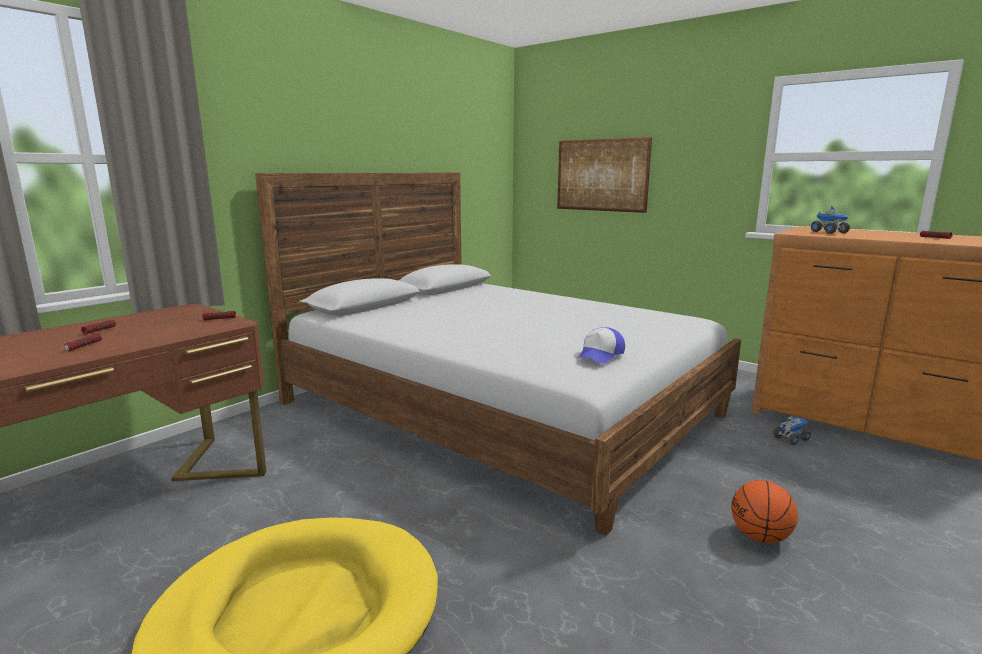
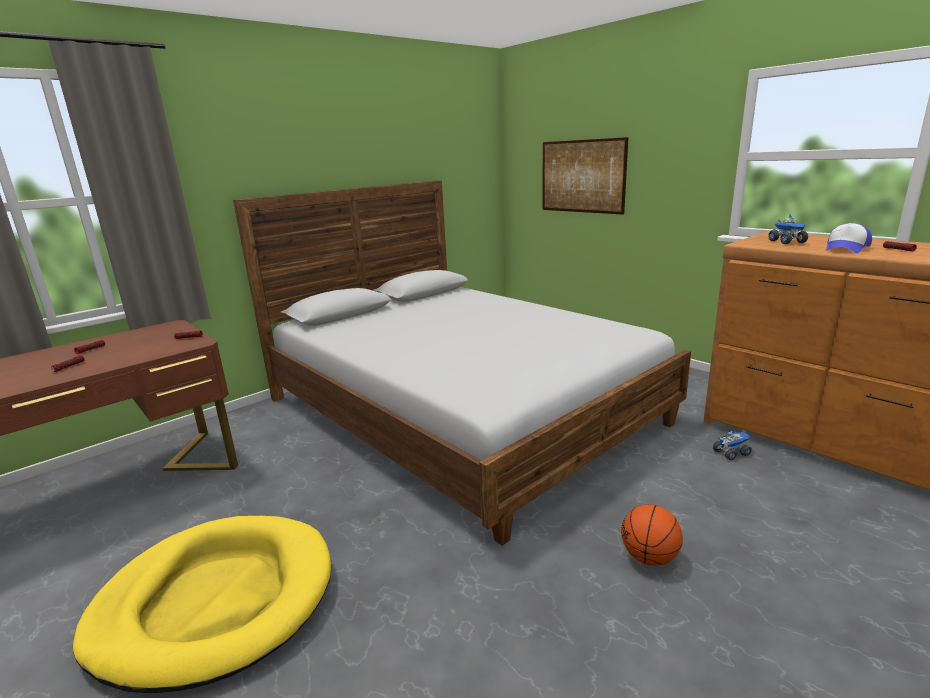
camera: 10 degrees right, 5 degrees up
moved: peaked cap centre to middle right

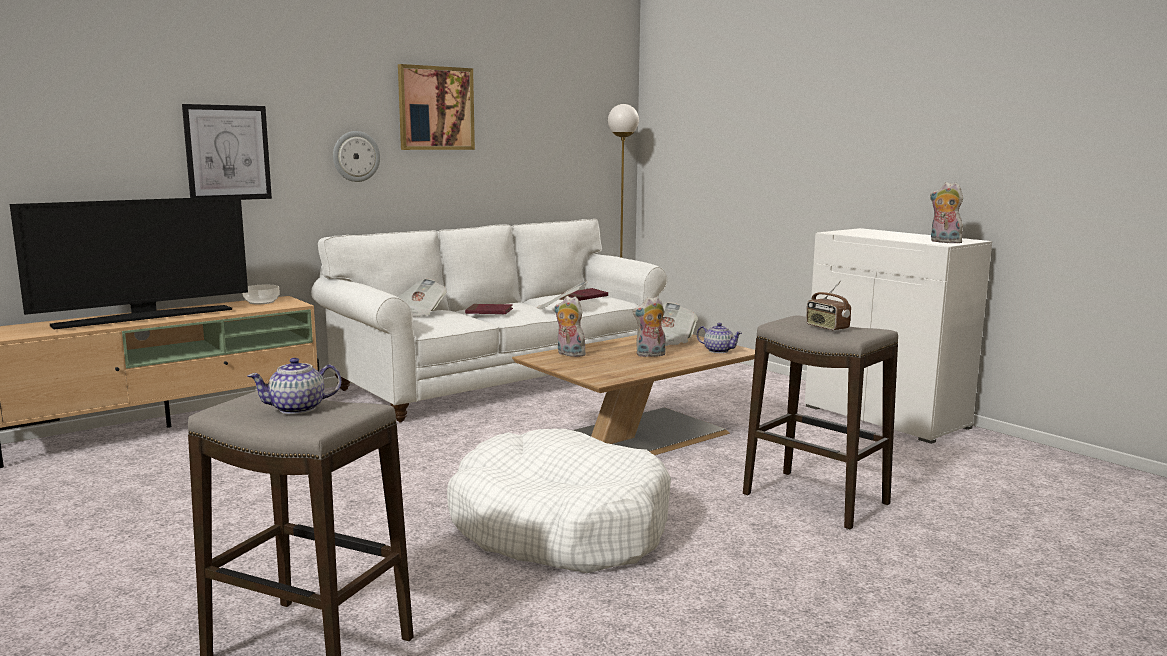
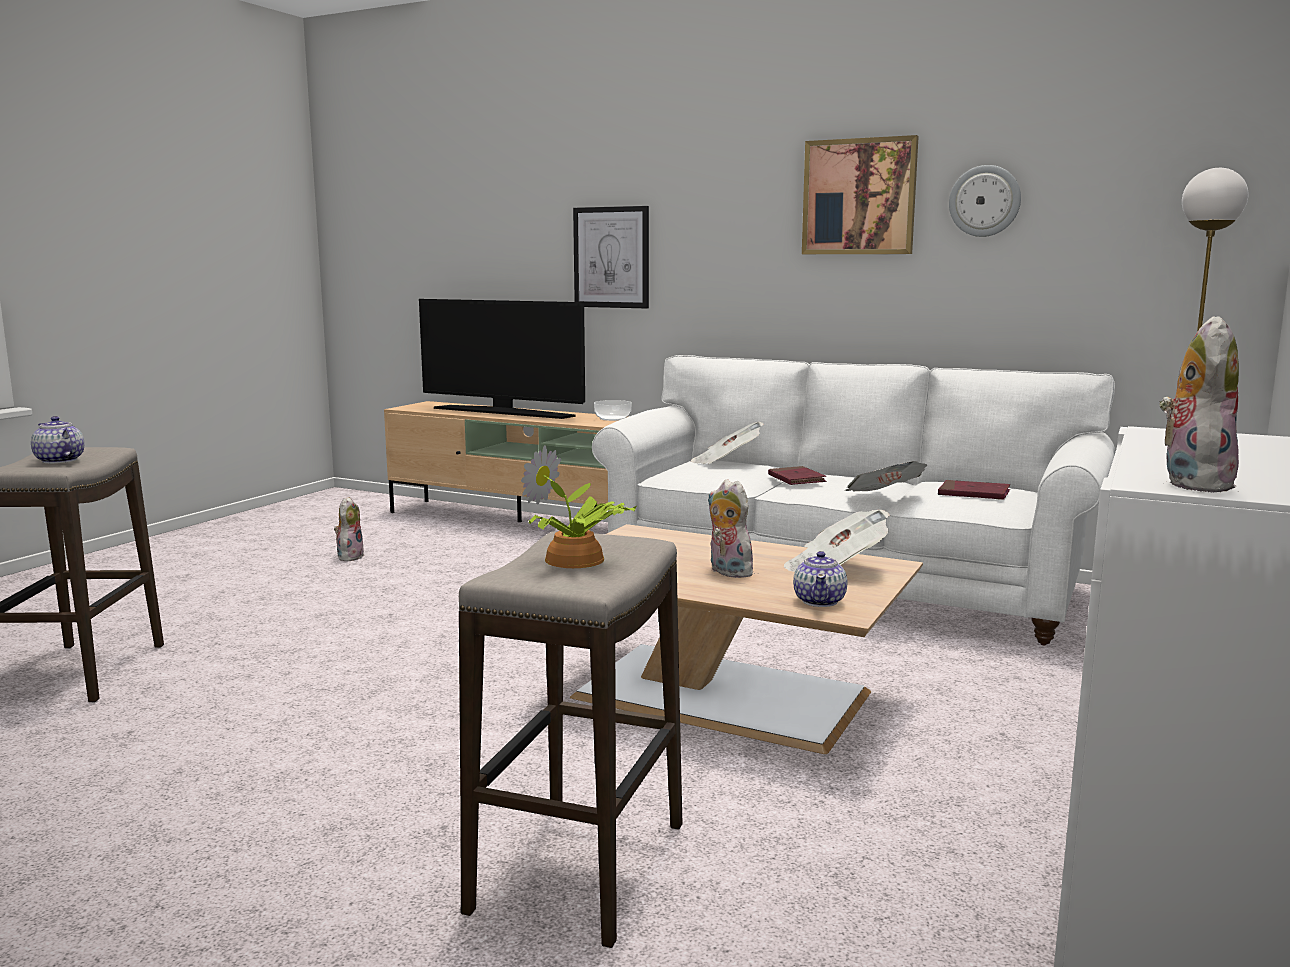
camera: 65 degrees right, 0 degrees up
removed: pet bed (white) bottom centre
moved: clock on the wall top left to top right; plush toy (1st from left) centre to middle left
replaced: radio middle right to houseplant centre

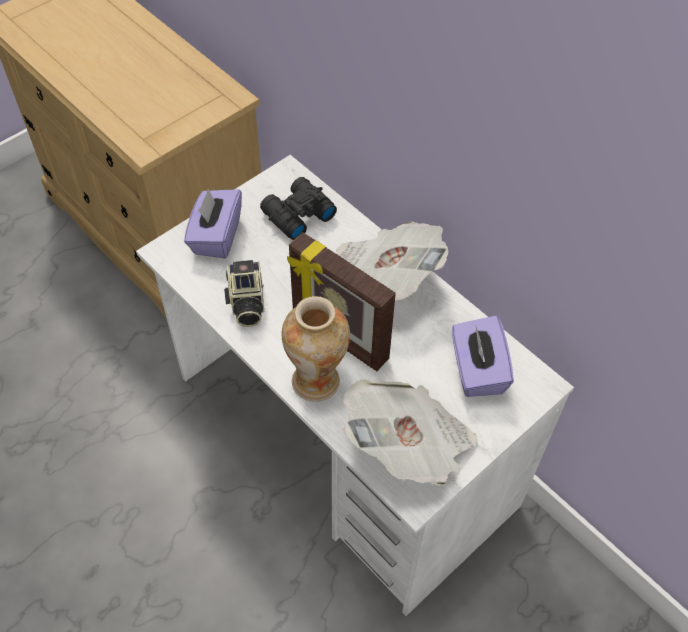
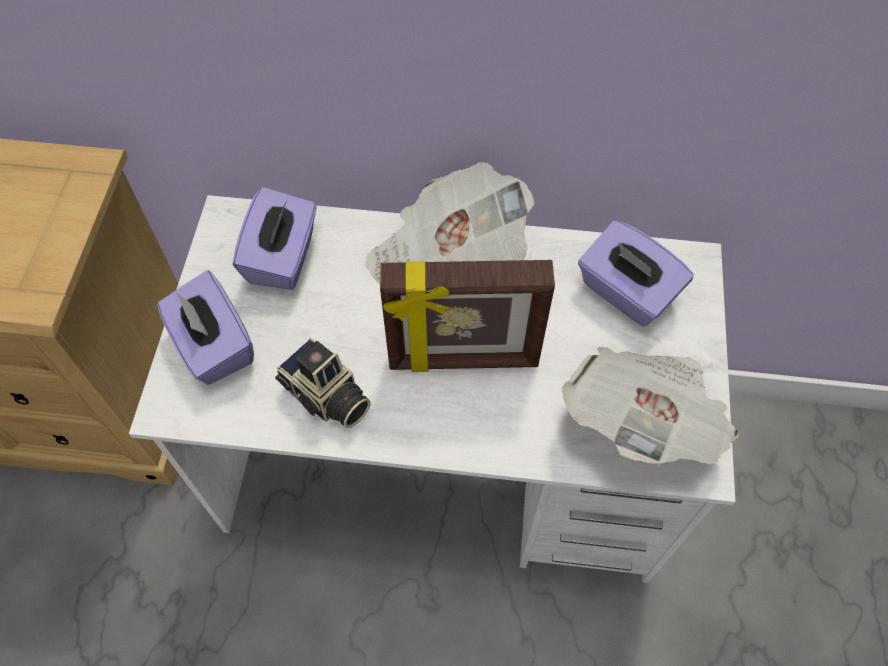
camera: 40 degrees left, 5 degrees up
removed: flower vase centre
replaced: pair of binoculars (black-coloured) top centre to tissue box (purple-coloured) (2nd from left) middle left

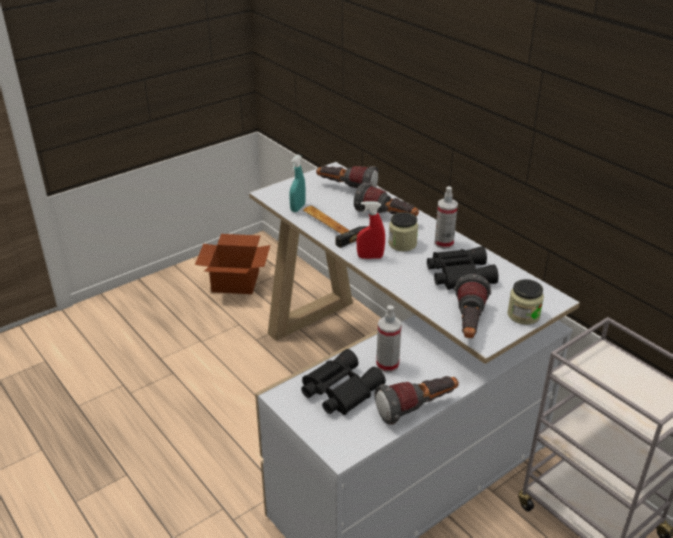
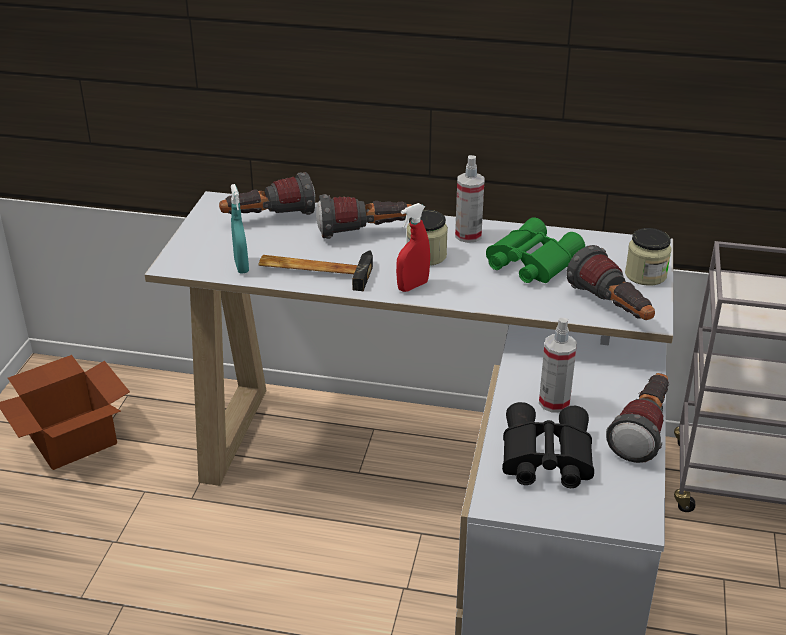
camera: 40 degrees left, 0 degrees up
recoloured: pair of binoculars (black-coloured) (2nd from left) middle right to pair of binoculars (green) middle right

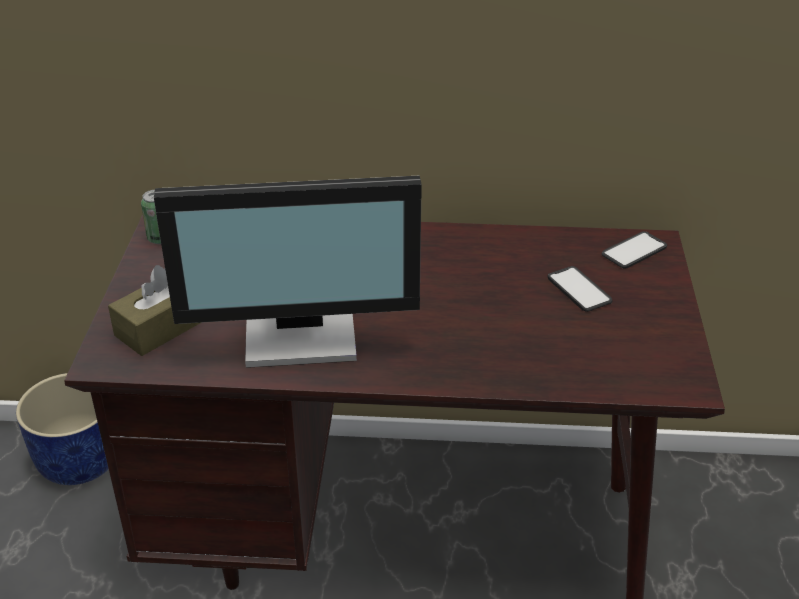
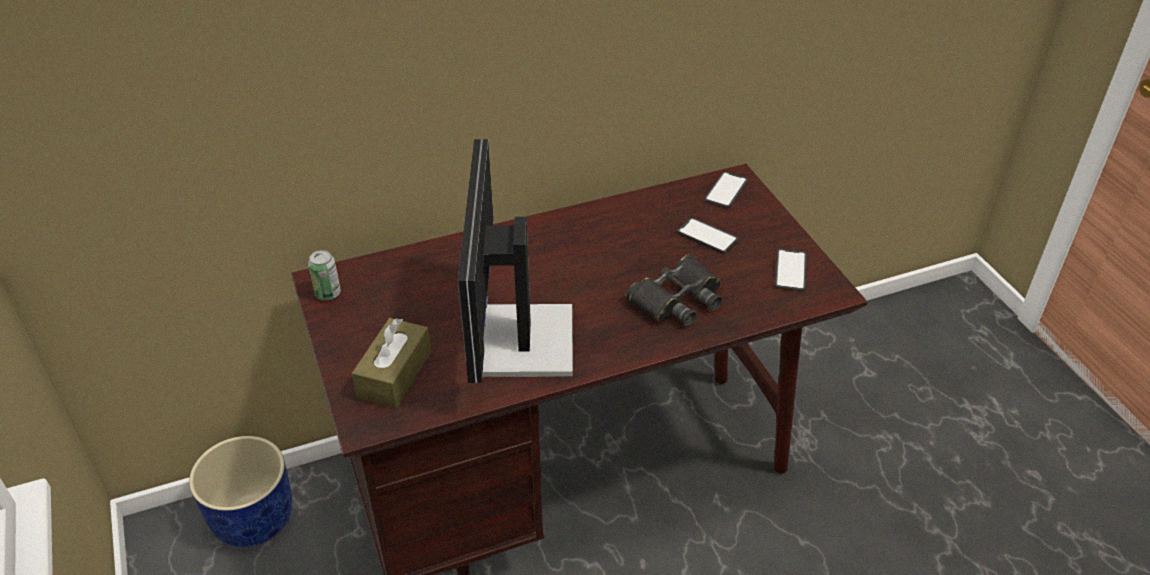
camera: 25 degrees left, 5 degrees up
added: pair of binoculars (black-coloured) centre; telephone (3rd from left) middle right
turned: computer display centre = centre 120 degrees clockwise

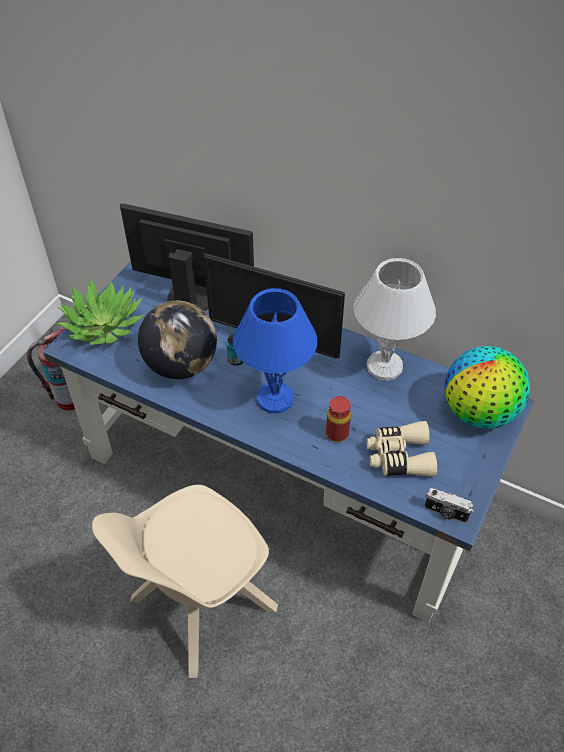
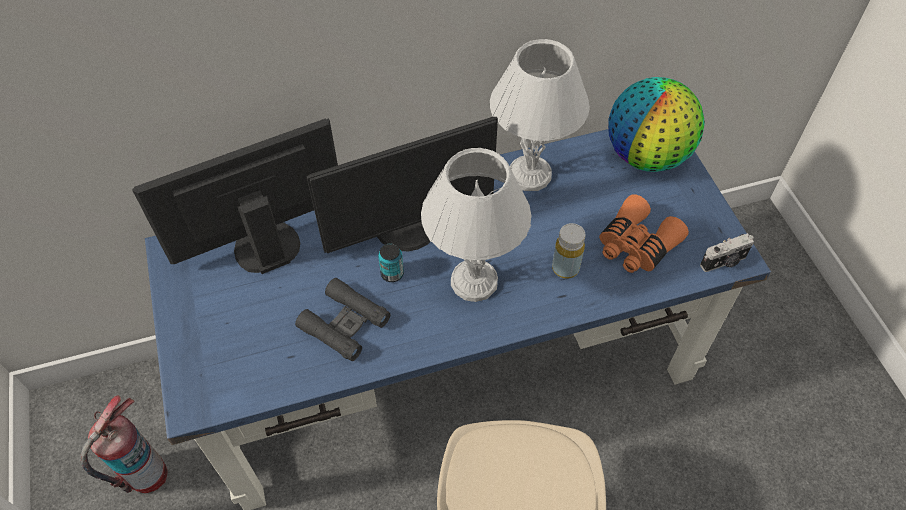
camera: 45 degrees left, 5 degrees up
removed: houseplant middle left
replaced: globe (1st from left) middle left to pair of binoculars (black-coloured) centre
recoloured: lamp for a table (blue-coloured) centre to lamp for a table (white) (1st from left) centre; drink bottle (red-coloured) centre to drink bottle (yellow-coloured) centre; pair of binoculars (beige-coloured) middle right to pair of binoculars (orange-coloured) middle right

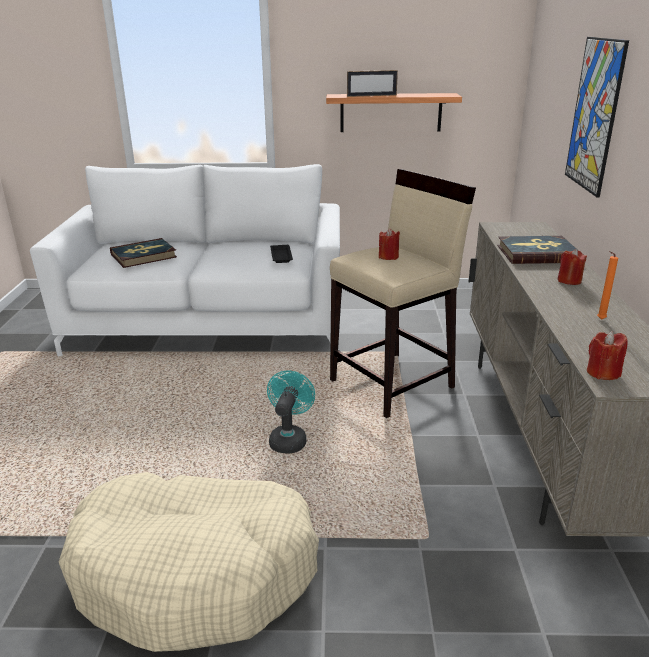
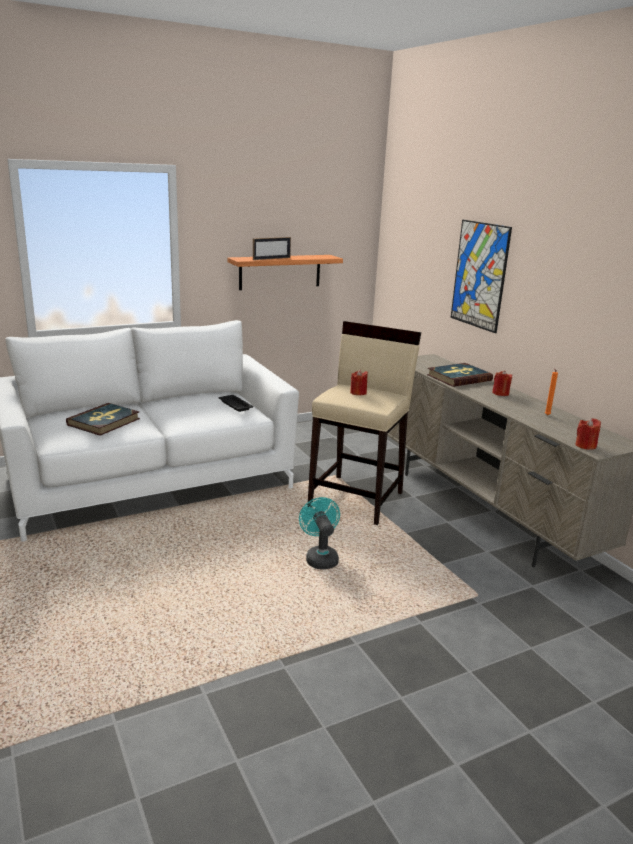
camera: 30 degrees left, 5 degrees down
removed: pet bed (beige-coloured) bottom left

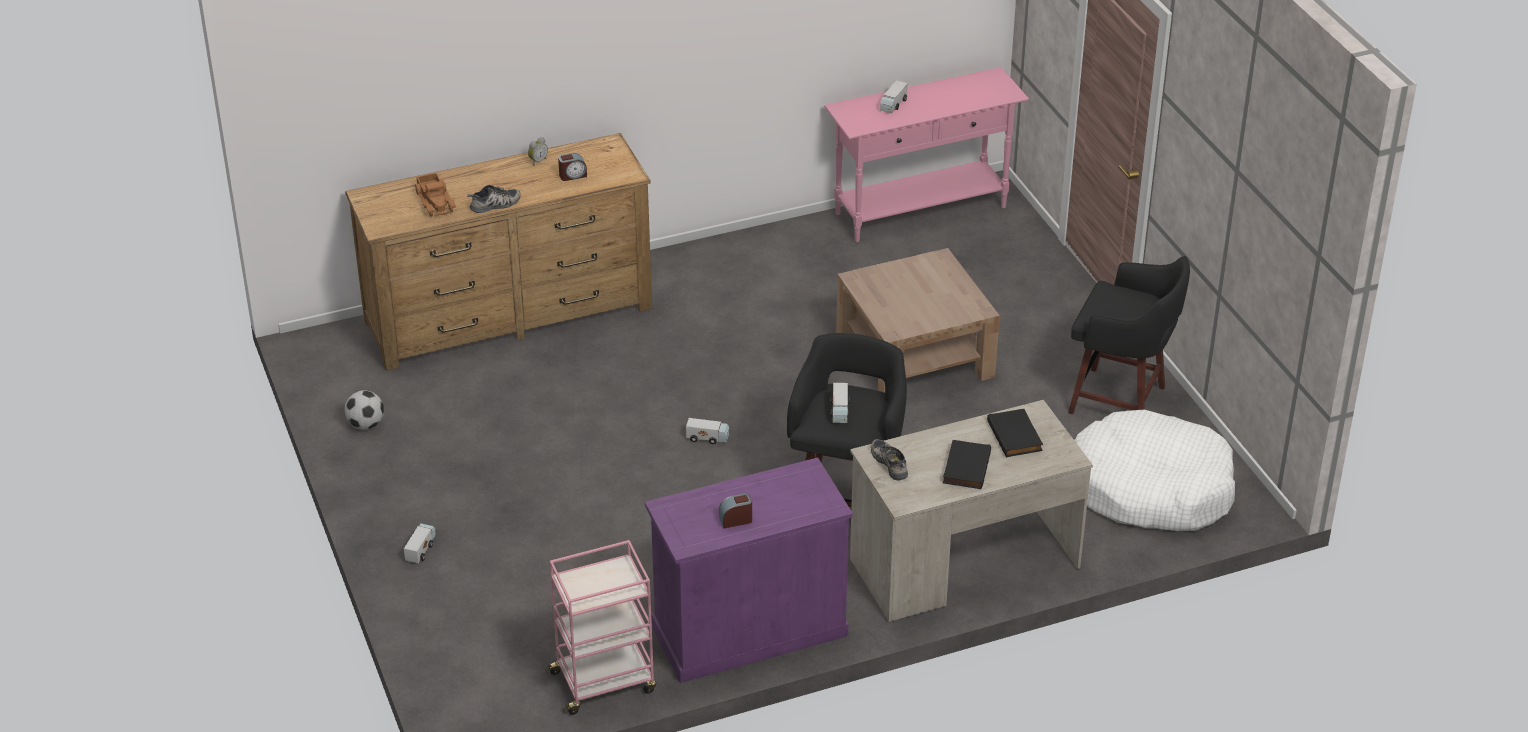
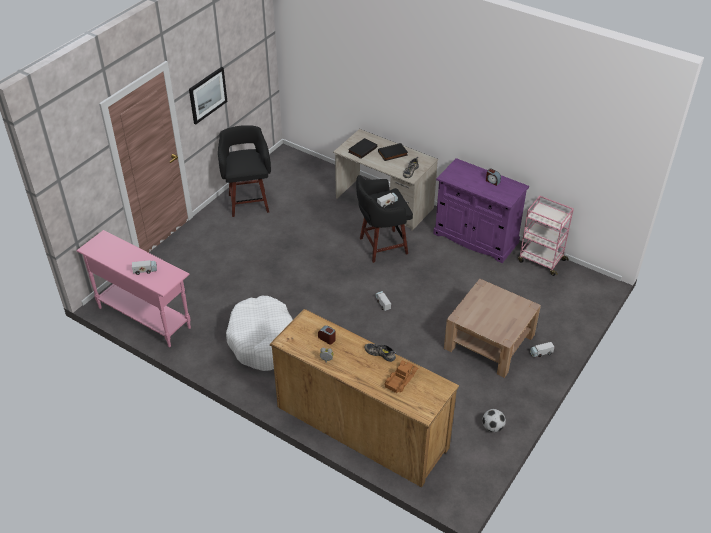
camera: 125 degrees left, 5 degrees up
added: picture top left
moved: coffee table (brown) centre to middle right; pet bed (white) middle right to centre

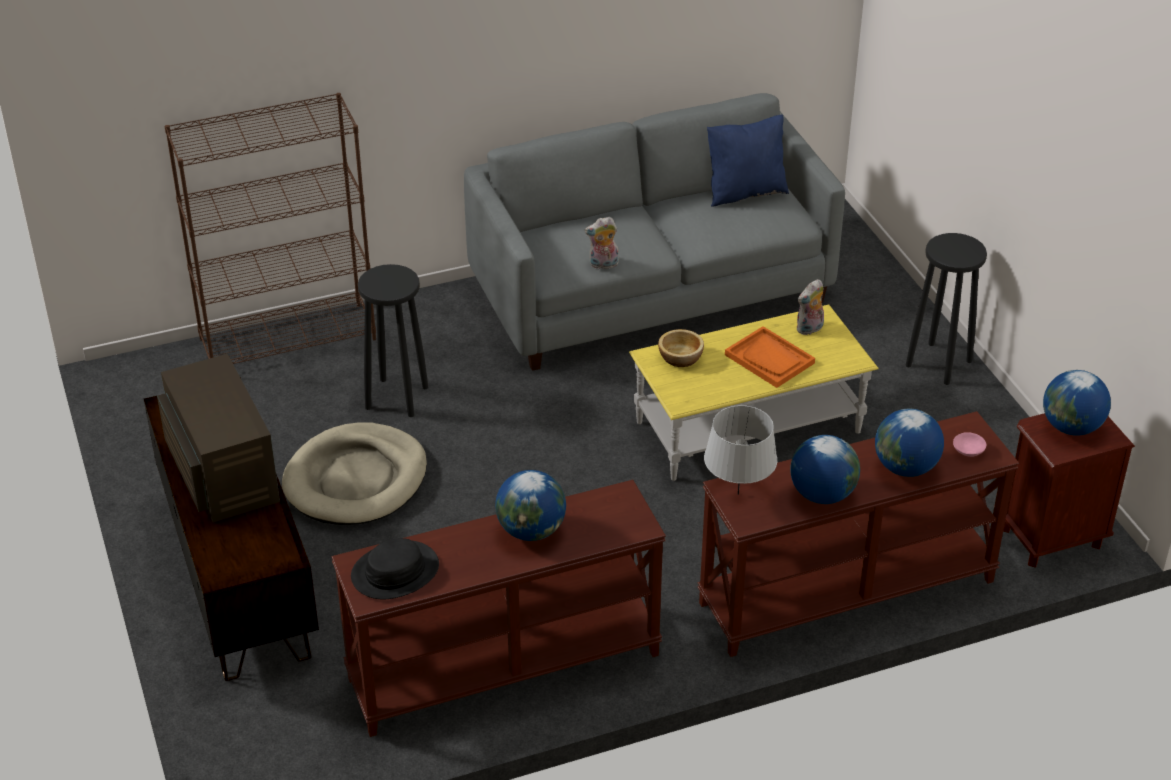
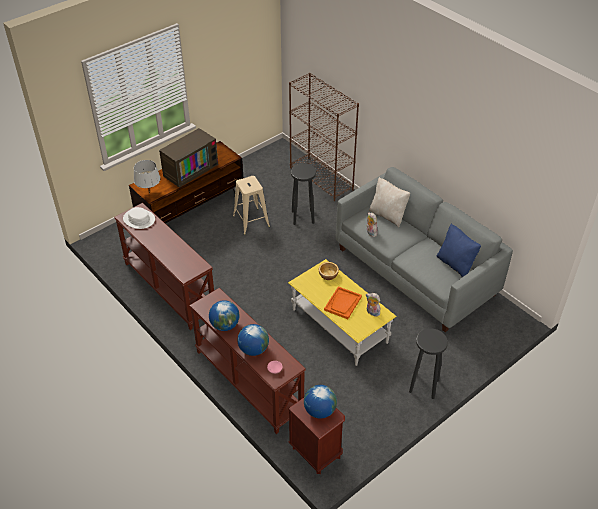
camera: 70 degrees right, 5 degrees up
removed: globe (1st from left) centre
added: cushion (beige-coloured) centre
moved: lamp for a table (gray) centre to middle left
replaced: pet bed (beige-coloured) middle left to stool (beige-coloured) centre
recoloured: wearable hat (black-coloured) bottom centre to wearable hat (white) middle left

